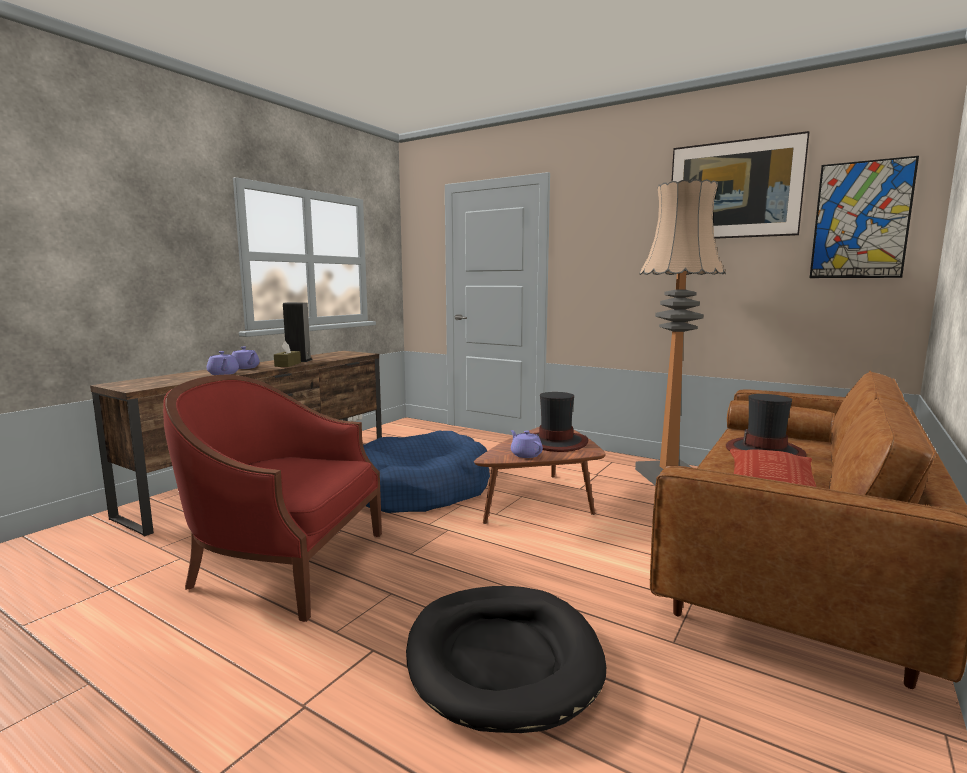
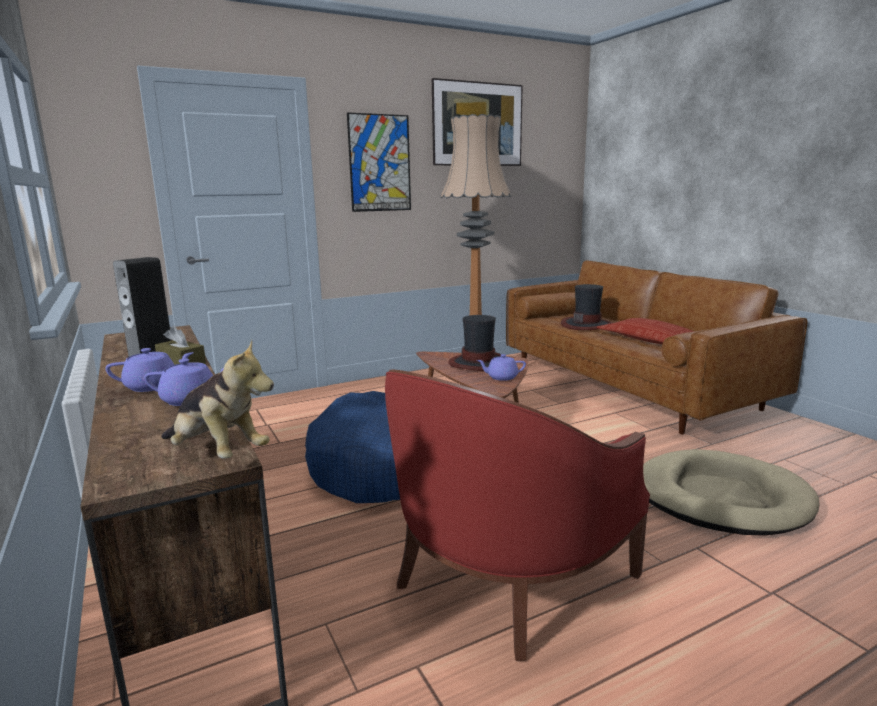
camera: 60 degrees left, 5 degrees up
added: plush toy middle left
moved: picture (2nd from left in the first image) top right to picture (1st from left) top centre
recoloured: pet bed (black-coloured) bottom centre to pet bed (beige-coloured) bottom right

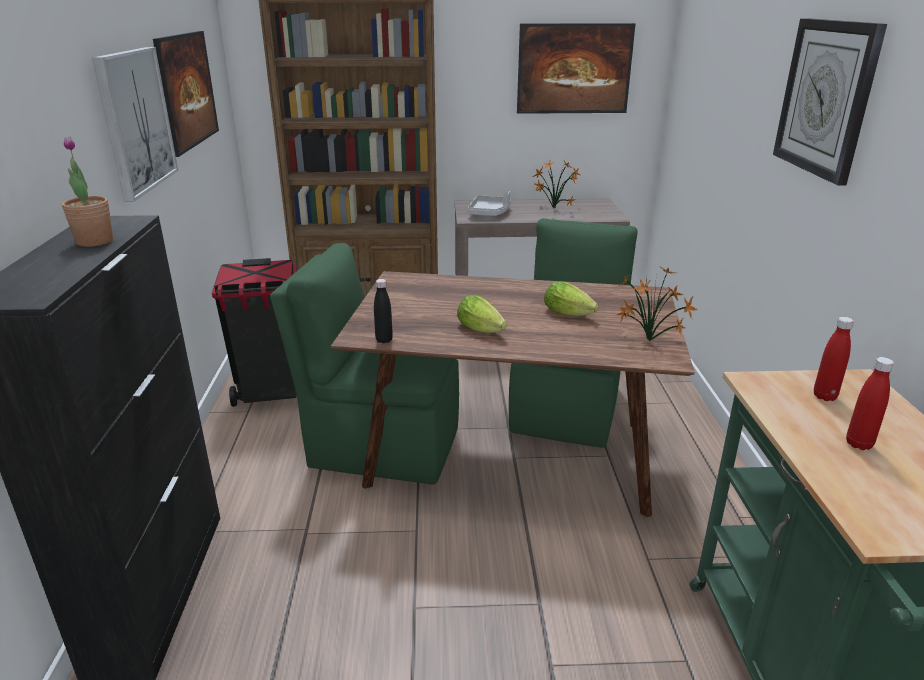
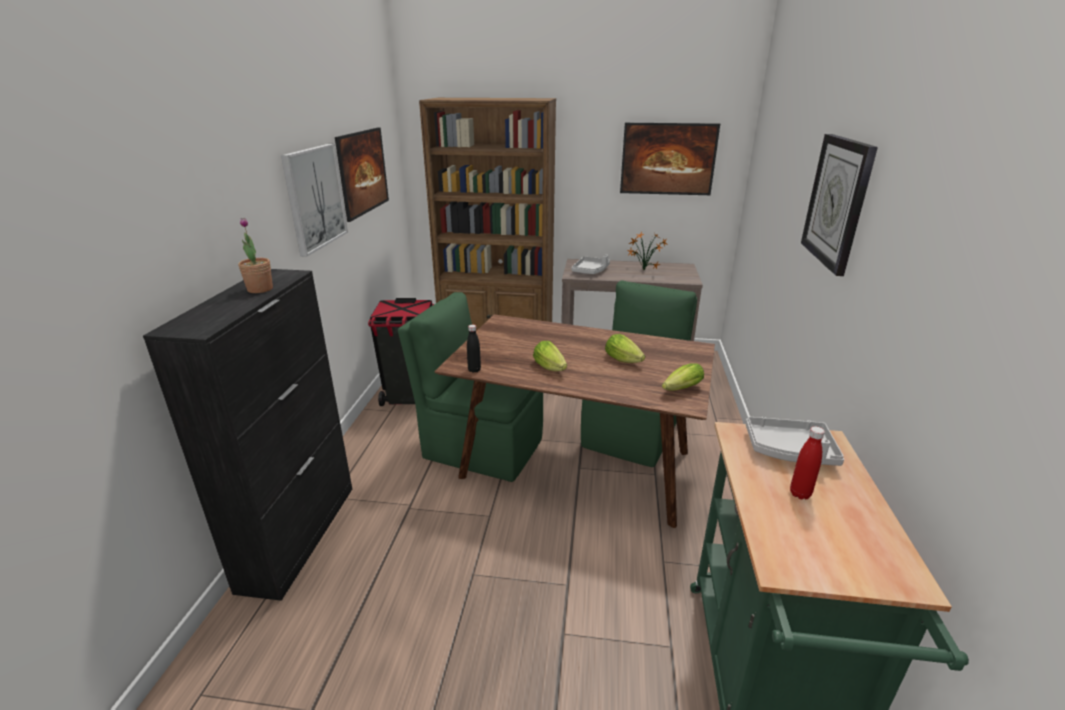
camera: 10 degrees right, 0 degrees up
replaced: houseplant (3rd from left) middle right to head of lettuce (3rd from left) centre; drink bottle (red-coloured) (1st from left) middle right to serving tray (gray) (2nd from left) middle right

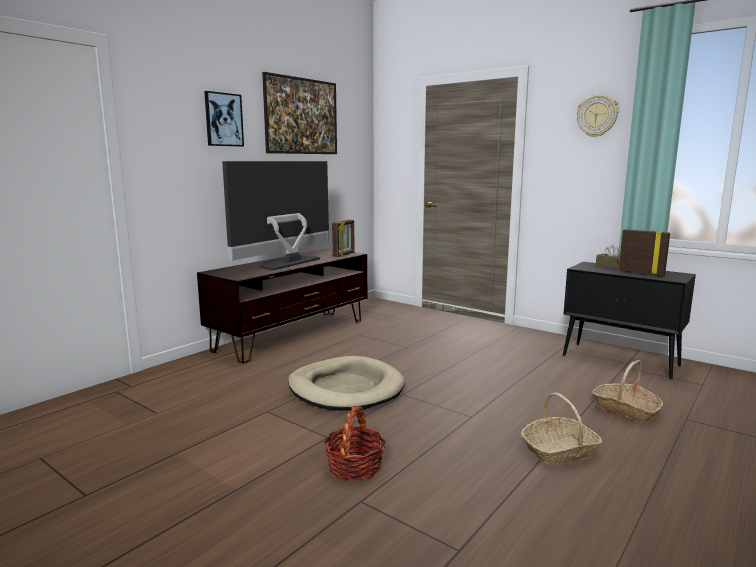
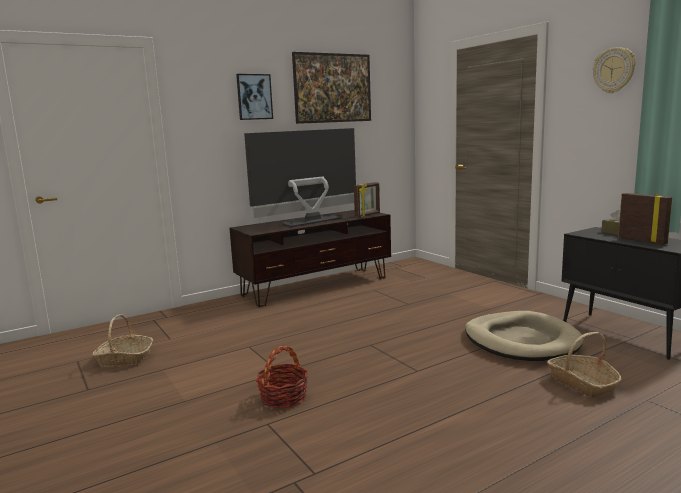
camera: 20 degrees right, 0 degrees up
moved: pet bed (beige-coloured) bottom centre to bottom right; household basket (2nd from left in the first image) bottom right to household basket (1st from left) bottom left

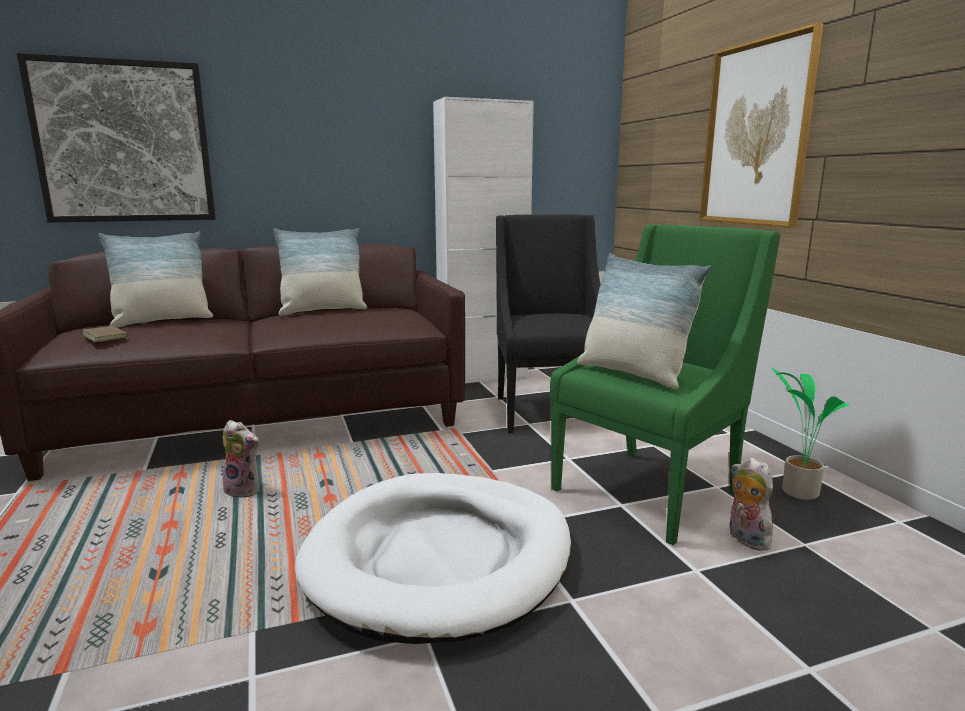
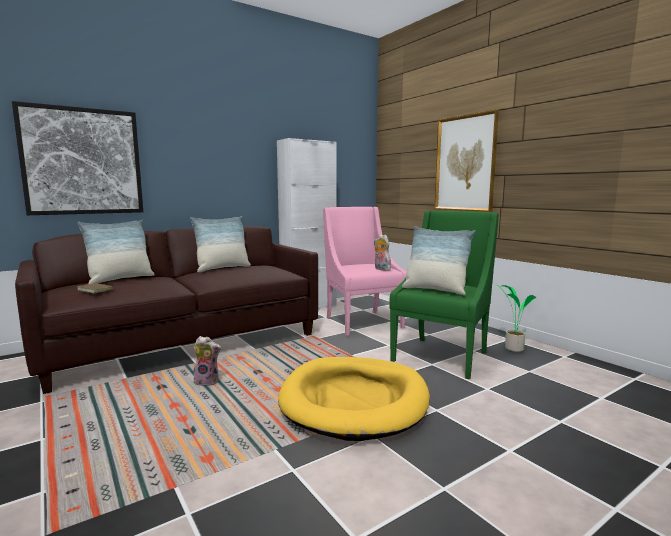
camera: 15 degrees left, 5 degrees down
moved: plush toy (2nd from left) bottom right to centre
recoloured: pet bed (white) bottom centre to pet bed (yellow-coloured) bottom centre; lounge chair (black-coloured) centre to lounge chair (pinkish) centre

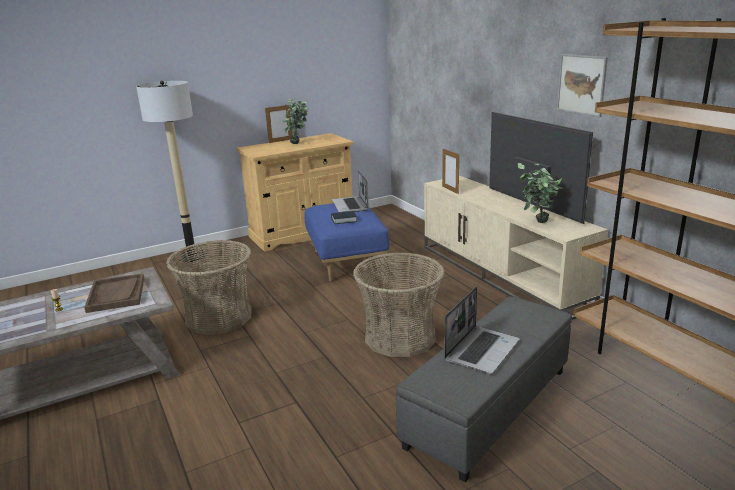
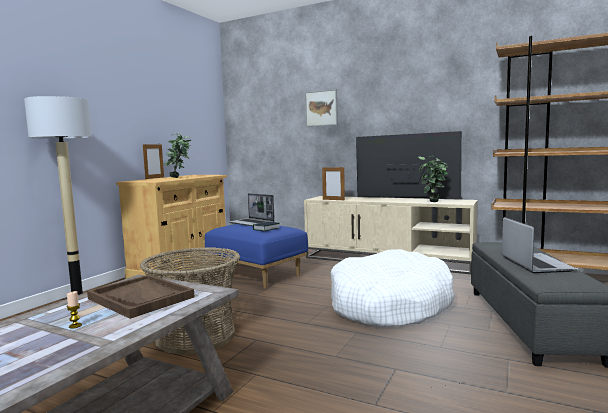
camera: 35 degrees left, 15 degrees down
moved: picture top right to top centre
replaced: household basket (2nd from left) centre to pet bed (white) bottom centre

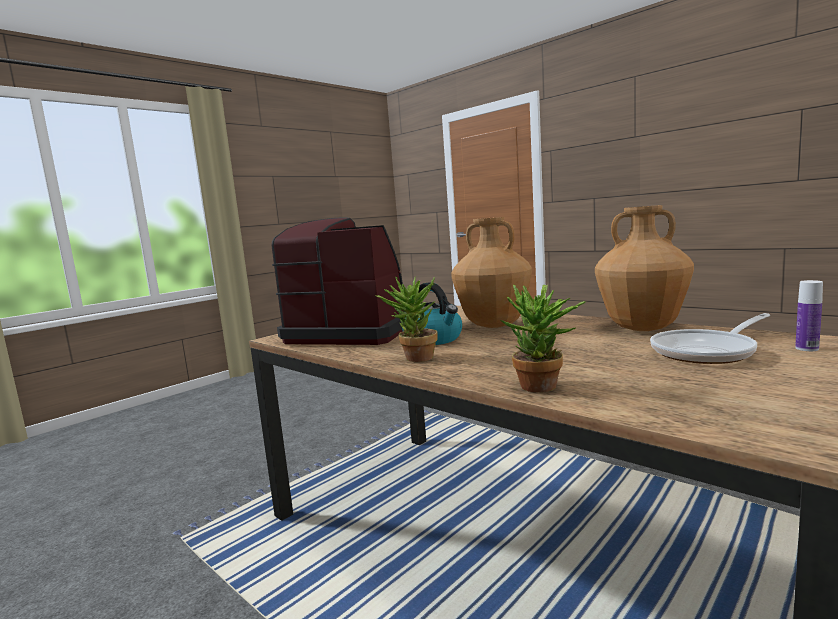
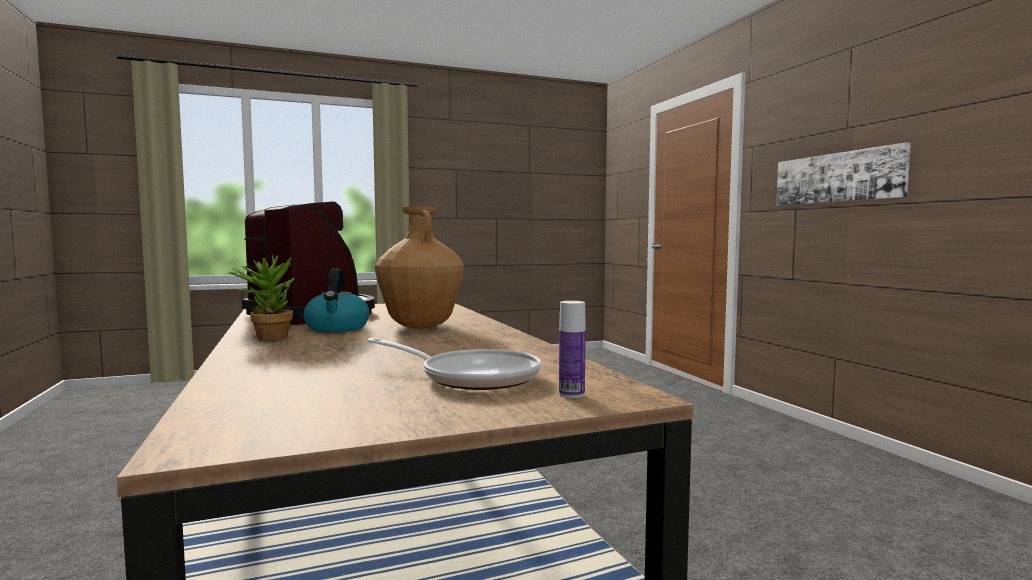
camera: 25 degrees right, 5 degrees down
removed: houseplant (2nd from left) centre; flower vase (brown) (2nd from left) middle right
added: picture top right
turned: frying pan middle right = centre 150 degrees counterclockwise

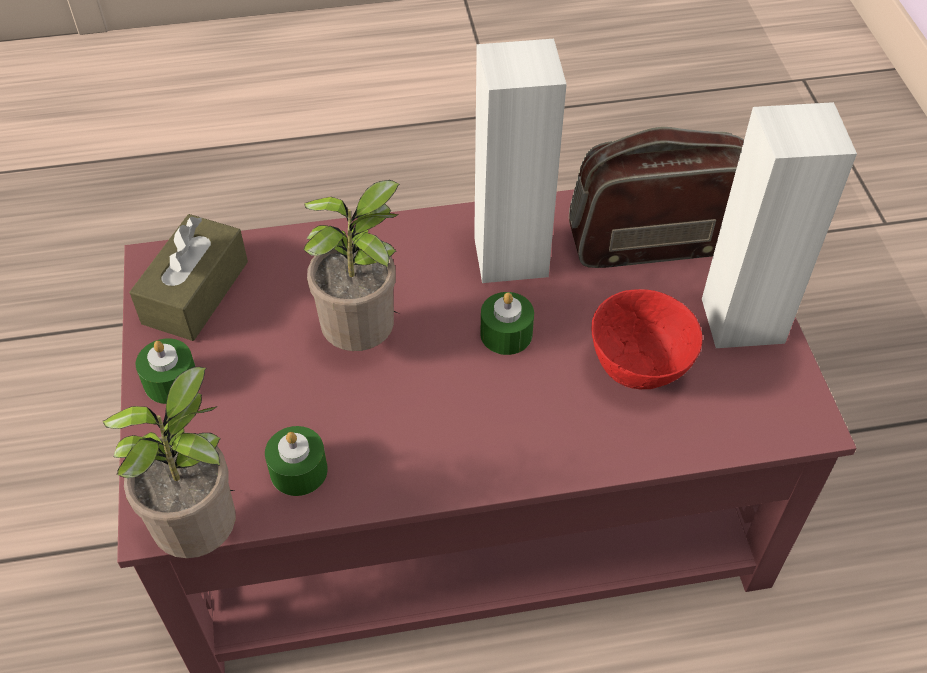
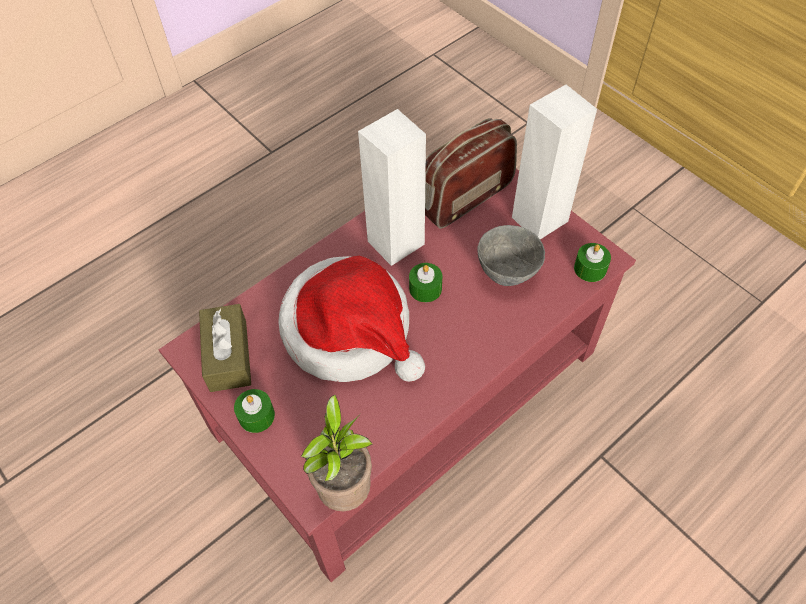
camera: 30 degrees left, 5 degrees up
moved: candle (green) (2nd from left in the first image) bottom left to candle (green) (3rd from left) middle right
replaced: houseplant (2nd from left) centre to wearable hat centre
recoloured: deep dish (red-coloured) middle right to deep dish (gray) centre

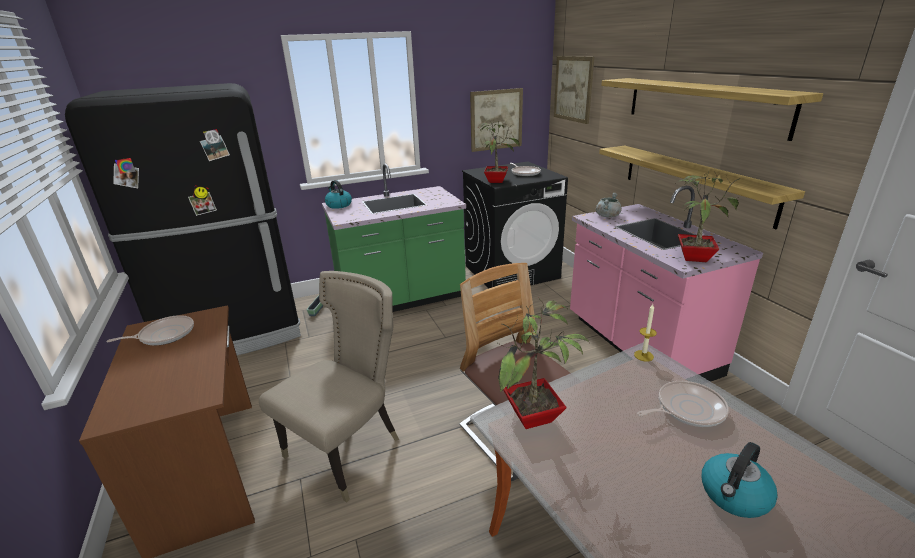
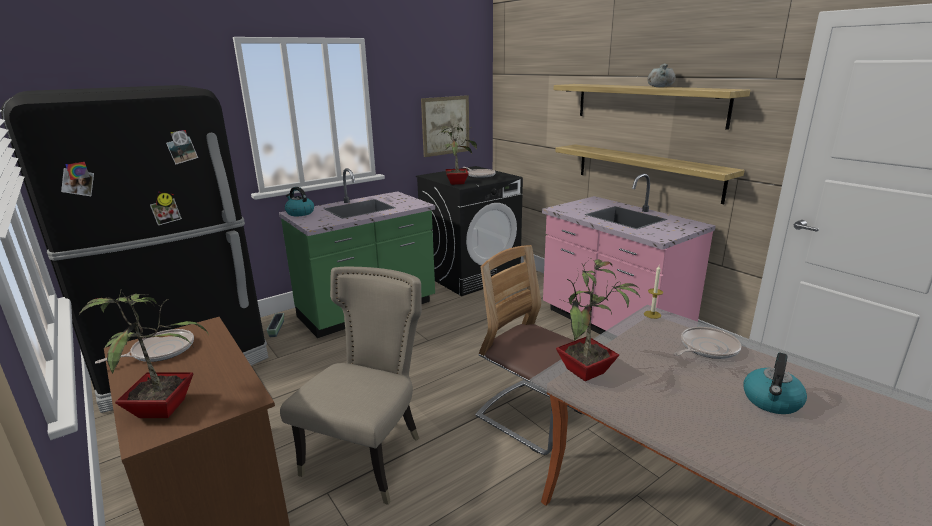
camera: 15 degrees left, 5 degrees down
removed: picture (2nd from left) top centre
moved: cooking pot (gray) centre to top right; houseplant (3rd from left in the first image) middle right to houseplant (1st from left) bottom left

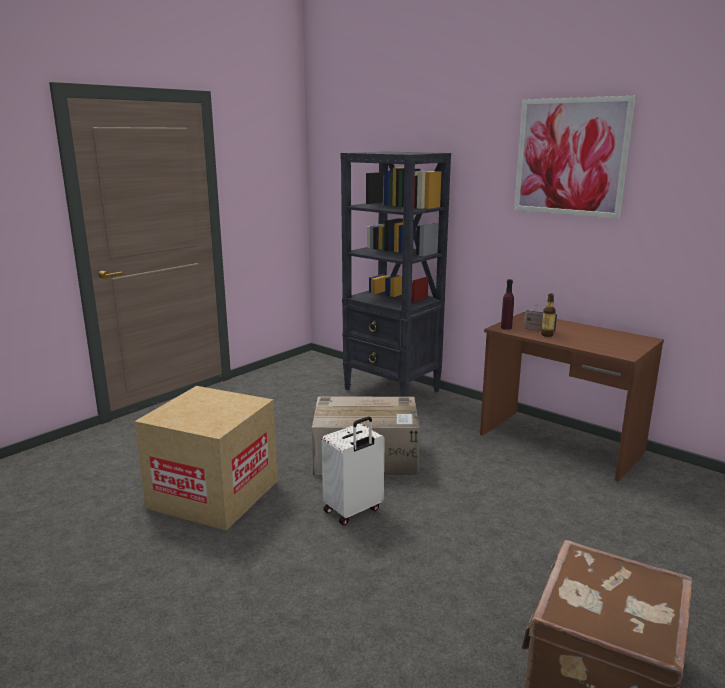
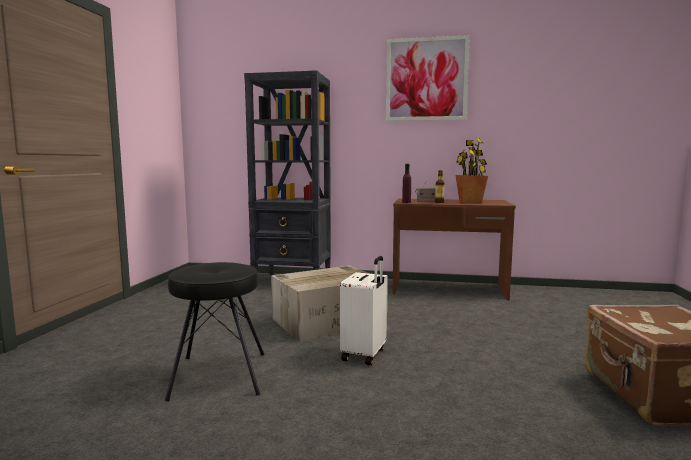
camera: 30 degrees left, 10 degrees down
added: houseplant middle right
replaced: packing box (1st from left) middle left to stool (black-coloured) bottom left

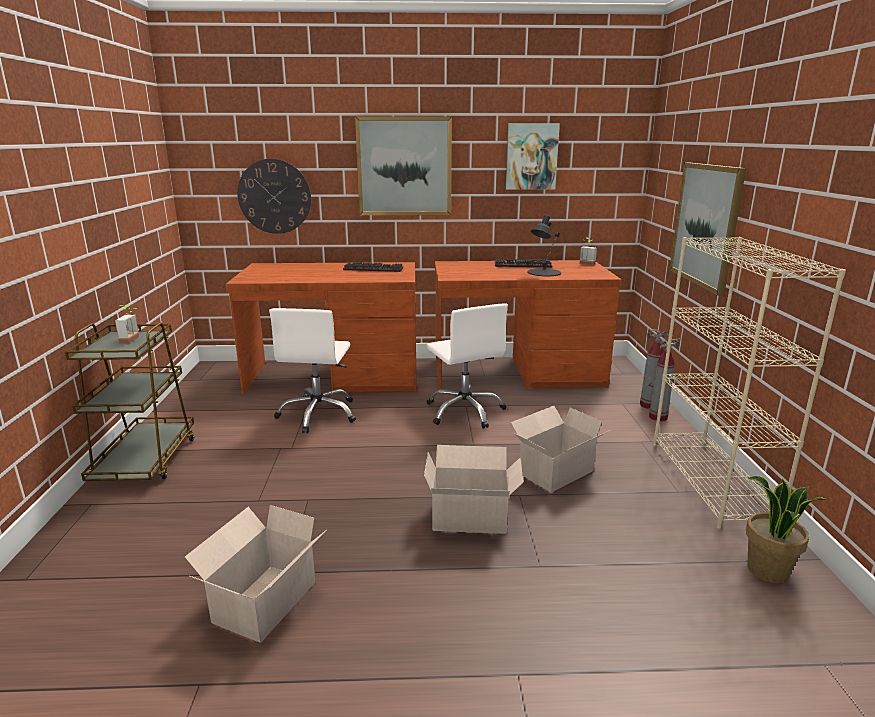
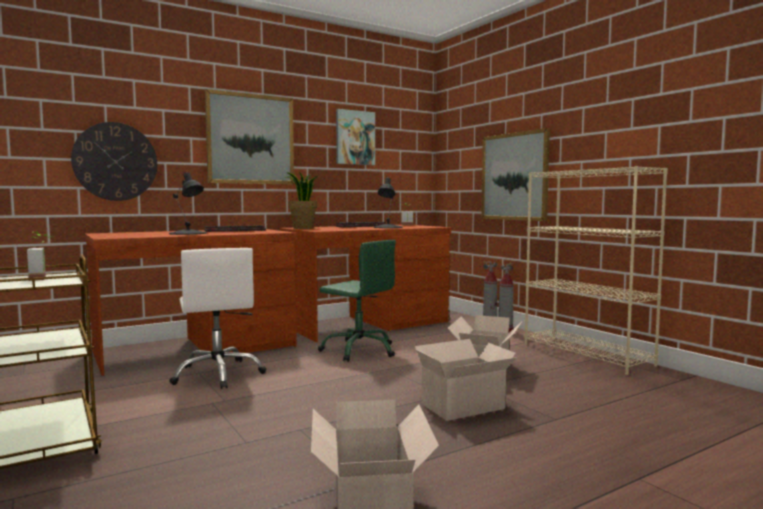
camera: 30 degrees left, 15 degrees down
added: lamp for a table (black-coloured) (1st from left) middle left
moved: houseplant (3rd from left in the first image) bottom right to houseplant (2nd from left) centre
recoloured: computer chair (white) (2nd from left) centre to computer chair (green) centre

